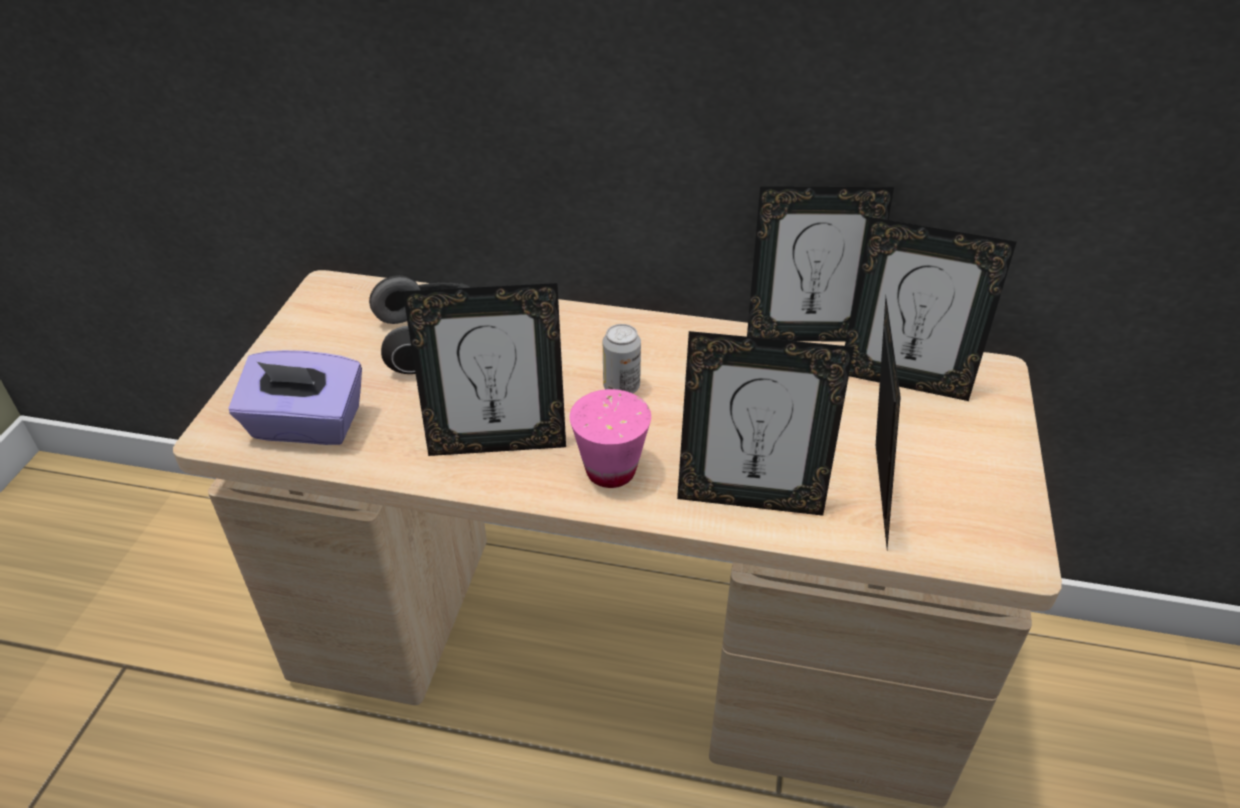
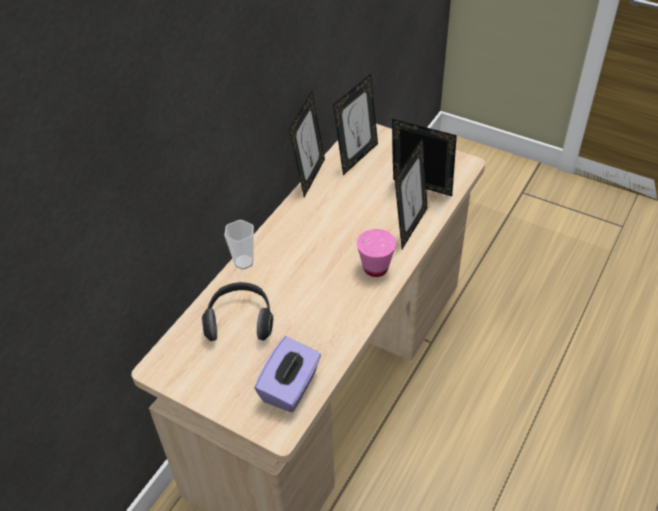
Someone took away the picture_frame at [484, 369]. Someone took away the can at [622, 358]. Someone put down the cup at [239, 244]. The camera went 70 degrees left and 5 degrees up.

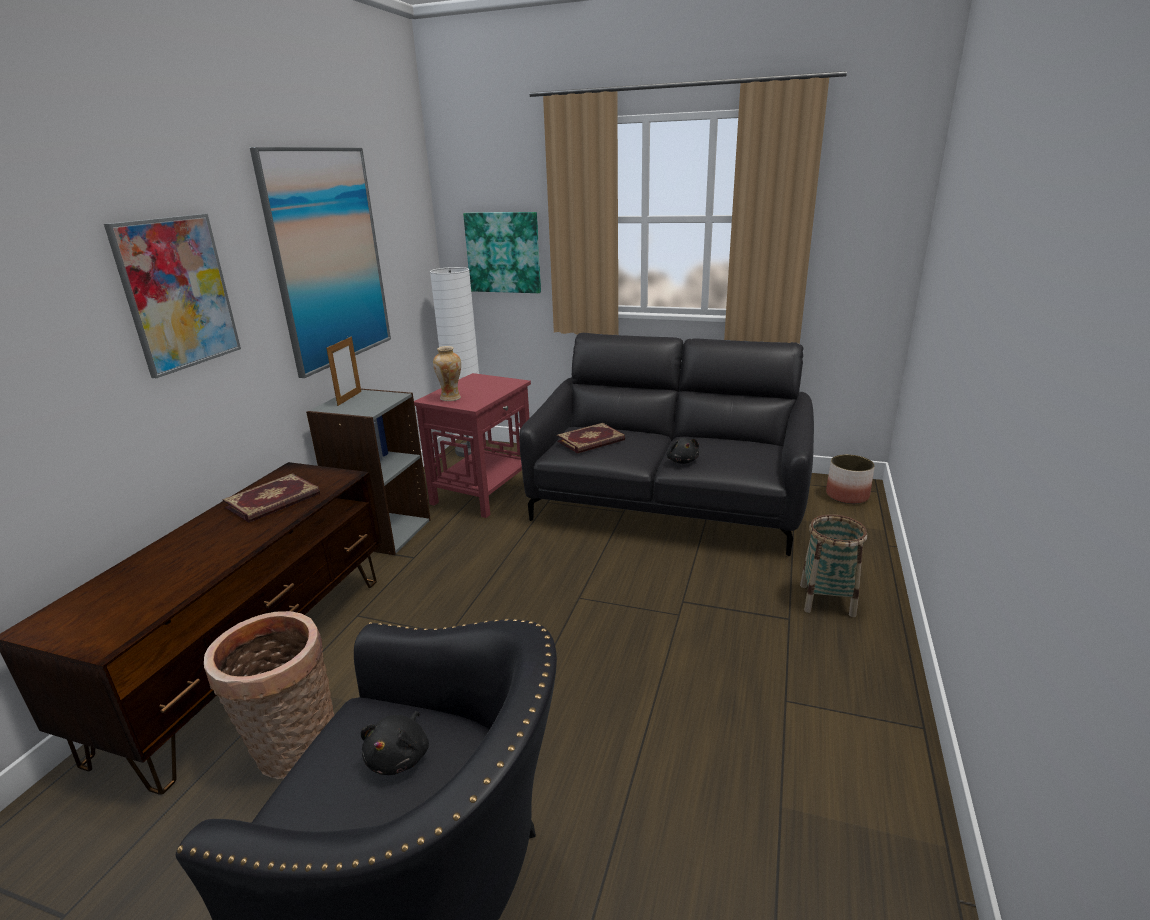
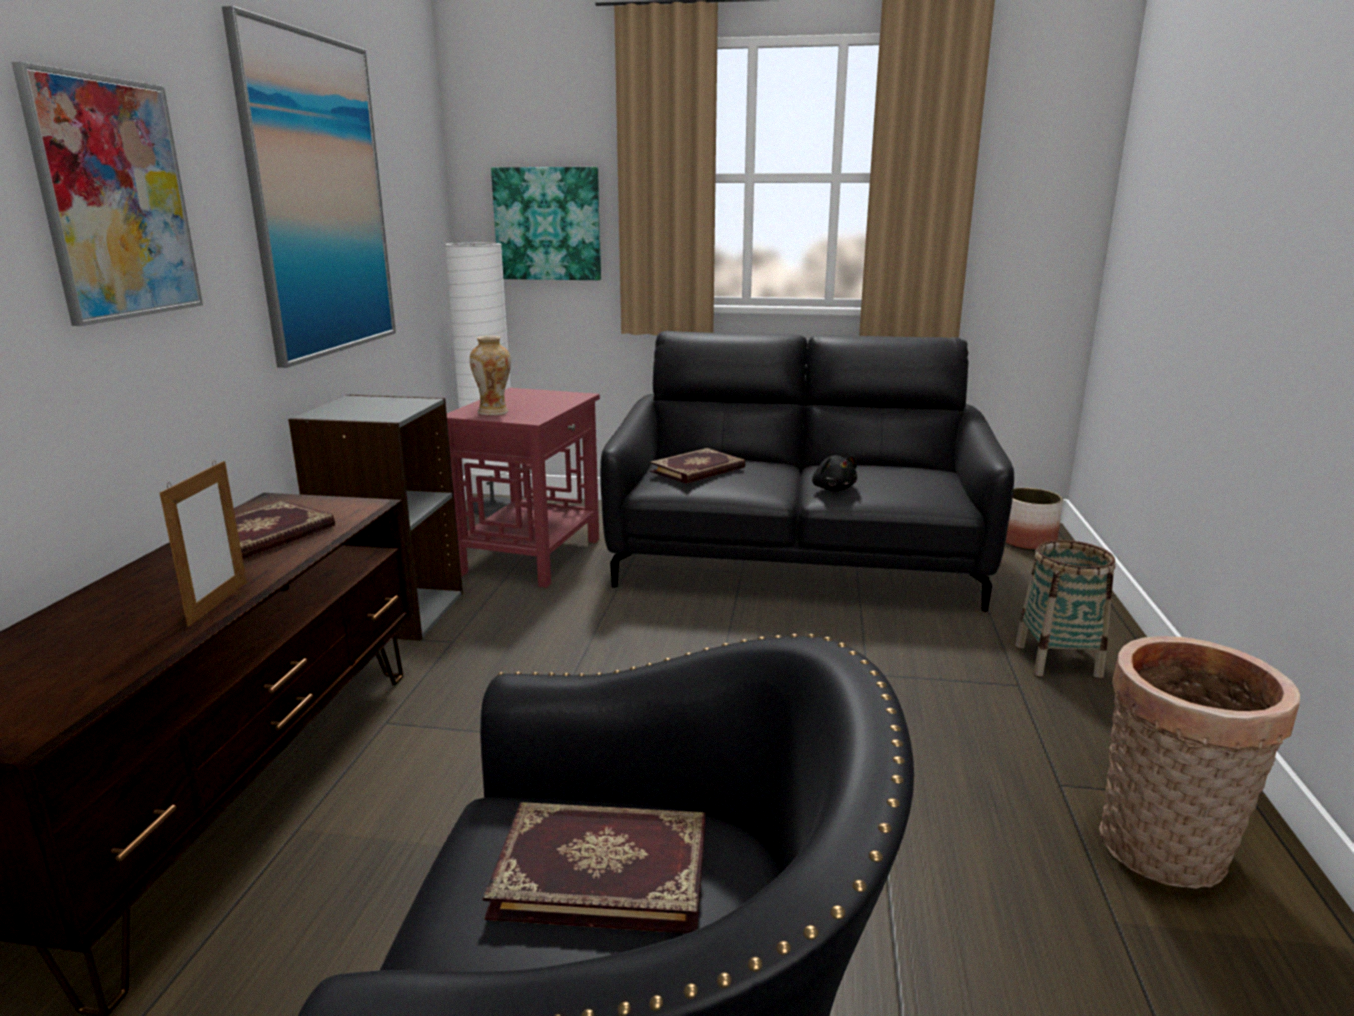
Someone carried the basket from [269, 695] to [1199, 762]. Someone carried the picture_frame from [343, 371] to [203, 544]. Someone swapped the black_plush_toy at [395, 743] for the book at [594, 867]. The camera went 10 degrees left and 5 degrees down.

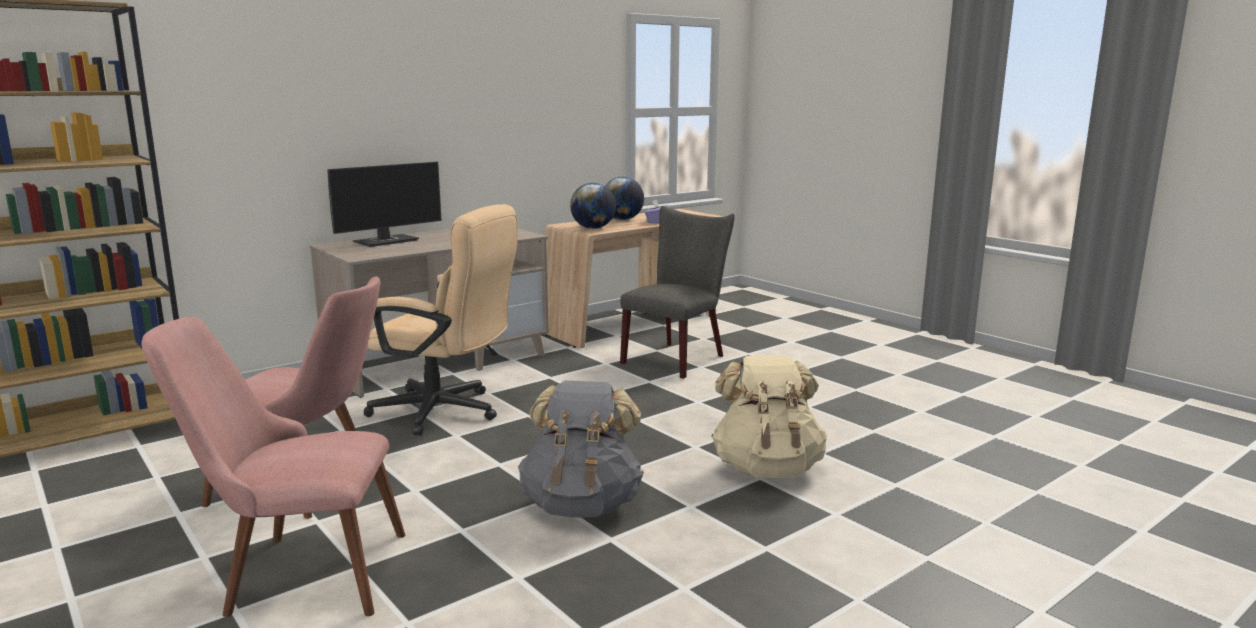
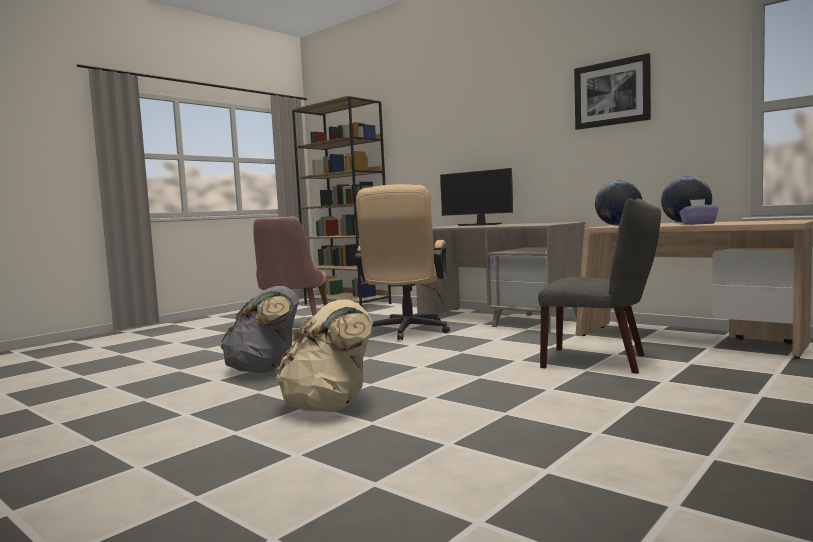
Someone took away the pink_chair at [273, 466]. Someone put up the picture at [612, 91]. The camera went 80 degrees right and 10 degrees down.

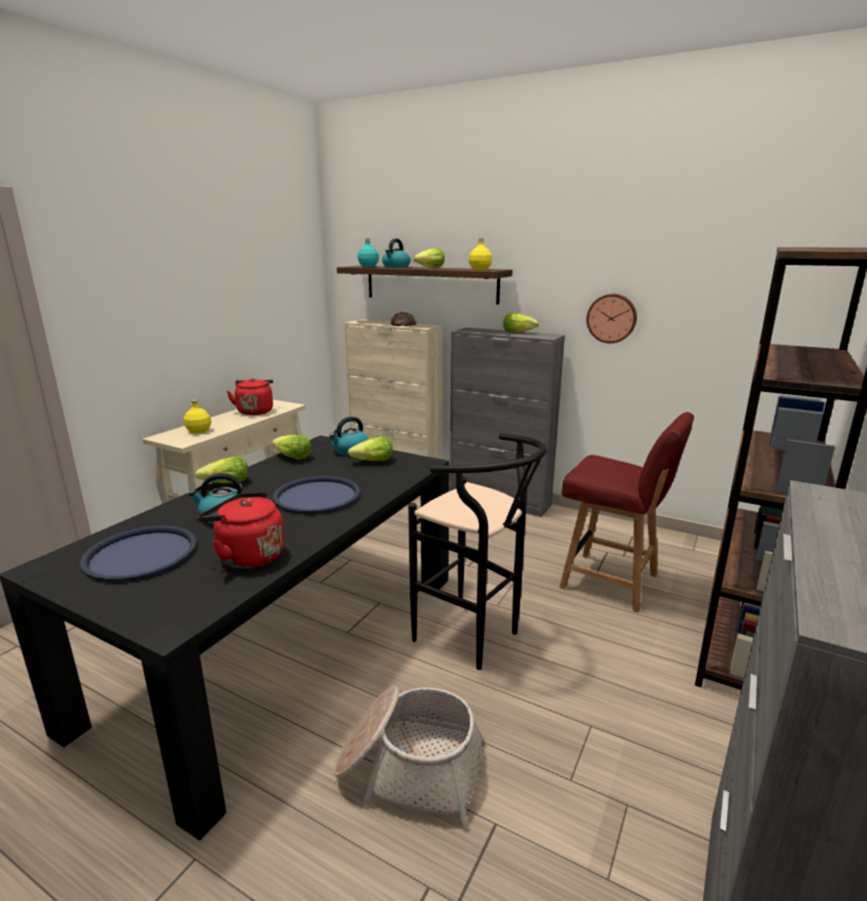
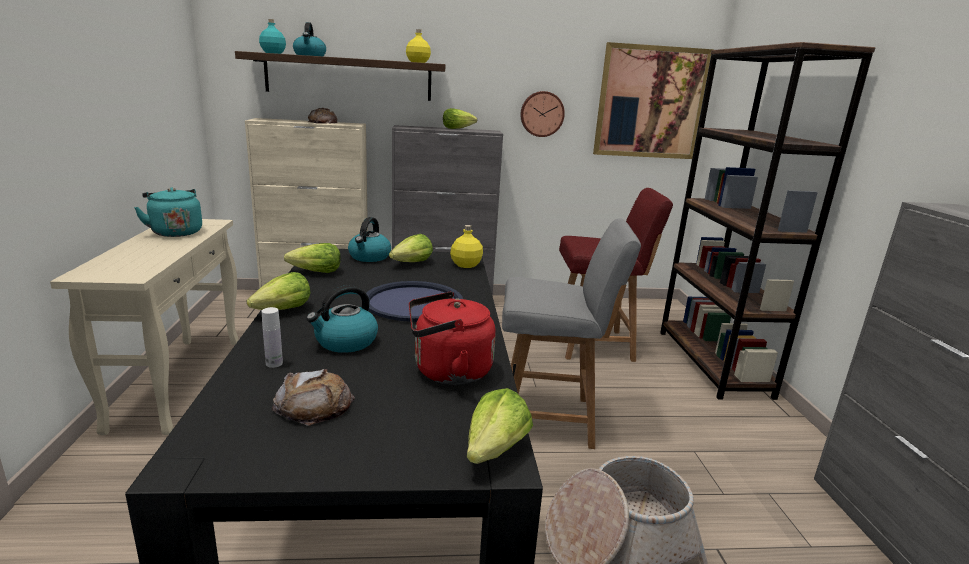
Someone put down the white_bottle at [272, 337]. Someone put up the picture at [653, 100]. Someone carried the yellow_bottle from [197, 417] to [466, 246]. Someone carried the lettuce from [429, 258] to [500, 426]. Someone swapped the blue_tray at [138, 554] for the bread at [313, 397]. Someone swapped the black_stool at [477, 551] for the grey_chair at [571, 333]. Someone repainted the red_kettle at [249, 396], which became the turquoise_kettle at [168, 212]. The camera went 35 degrees left and 0 degrees up.

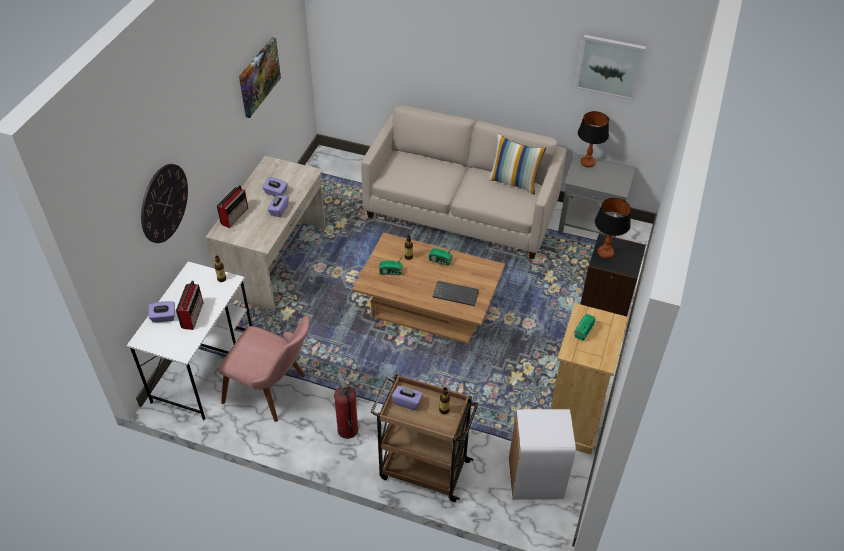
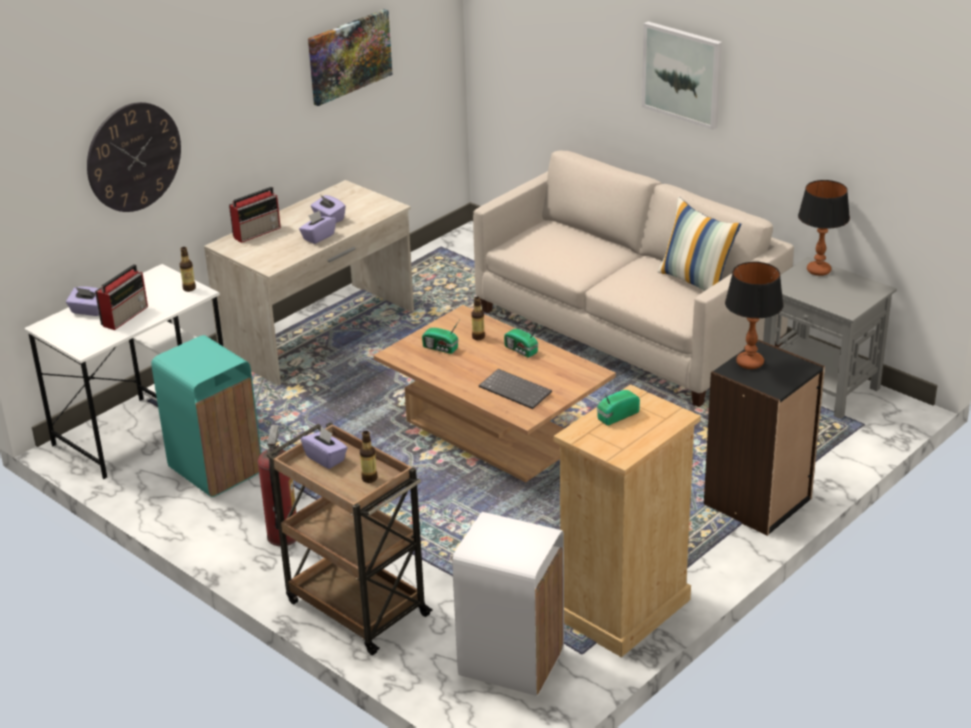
Someone carried the picture from [610, 68] to [682, 75]. Someone swapped the pink_chair at [264, 369] for the turquoise_trash_can at [206, 416]. The camera went 25 degrees right and 15 degrees down.

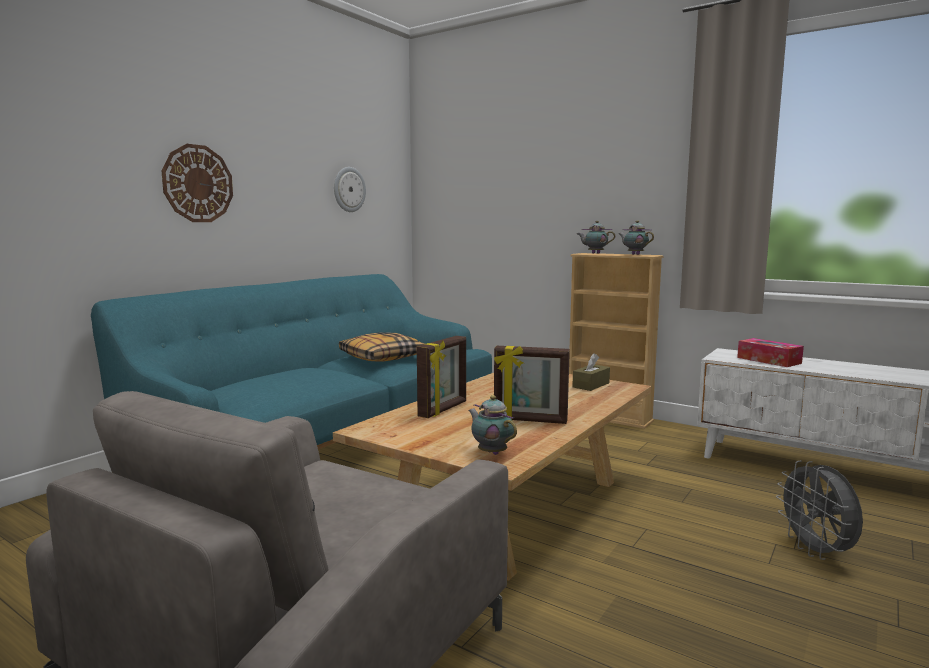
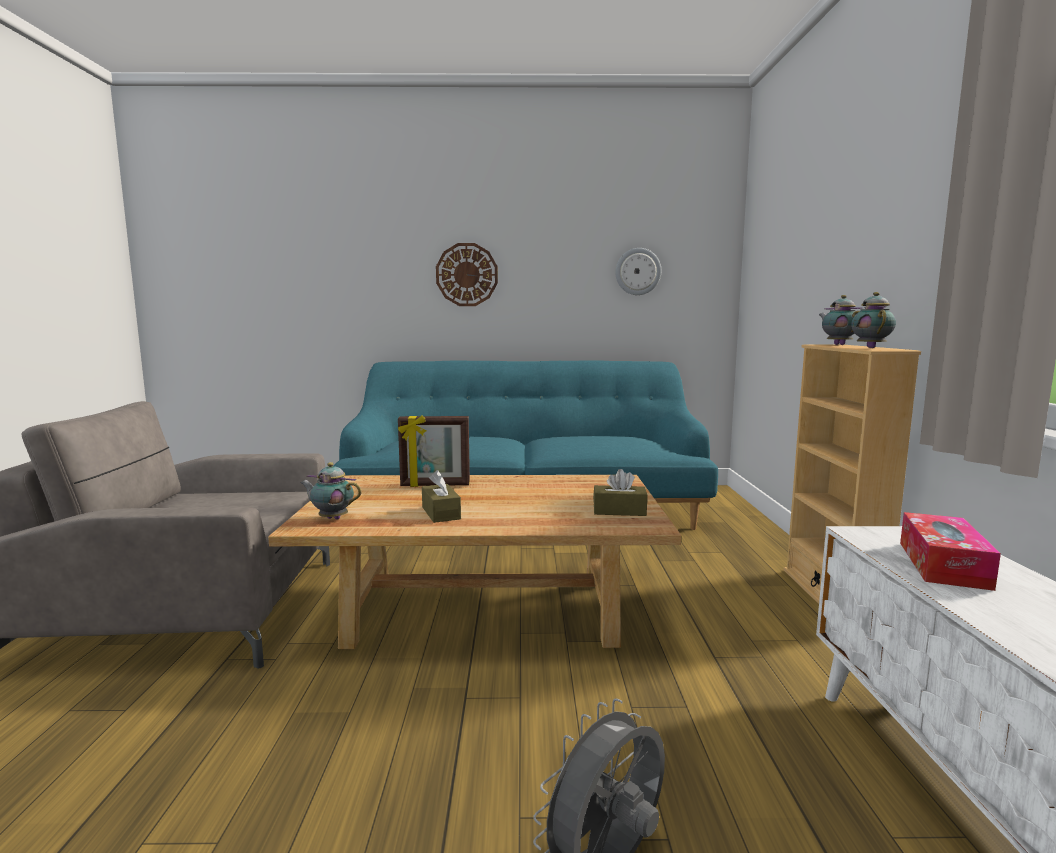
Someone took away the pillow at [381, 346]. Someone swapped the picture_frame at [532, 385] for the brown_tissue_box at [441, 496]. Someone rotated the teapot at [492, 425] by 90 degrees counterclockwise. The camera went 55 degrees right and 0 degrees up.

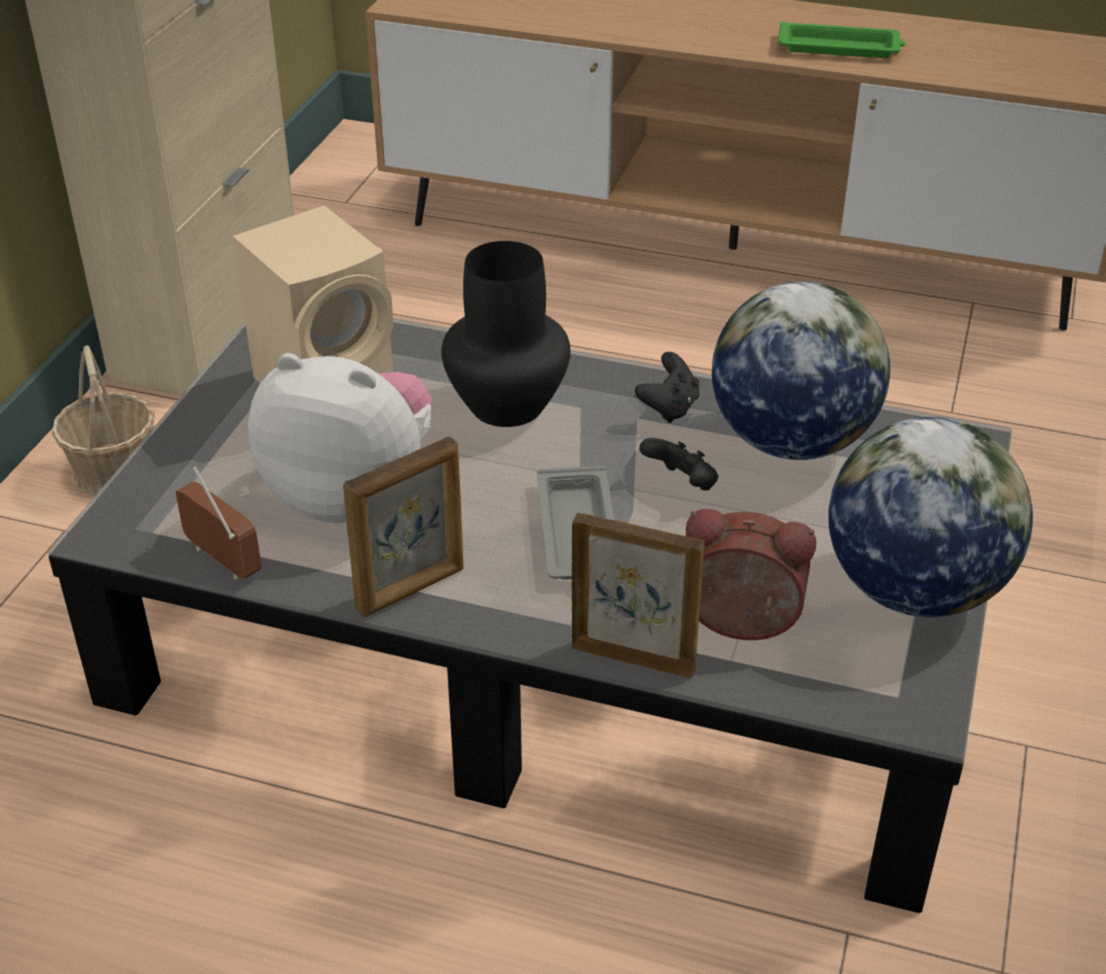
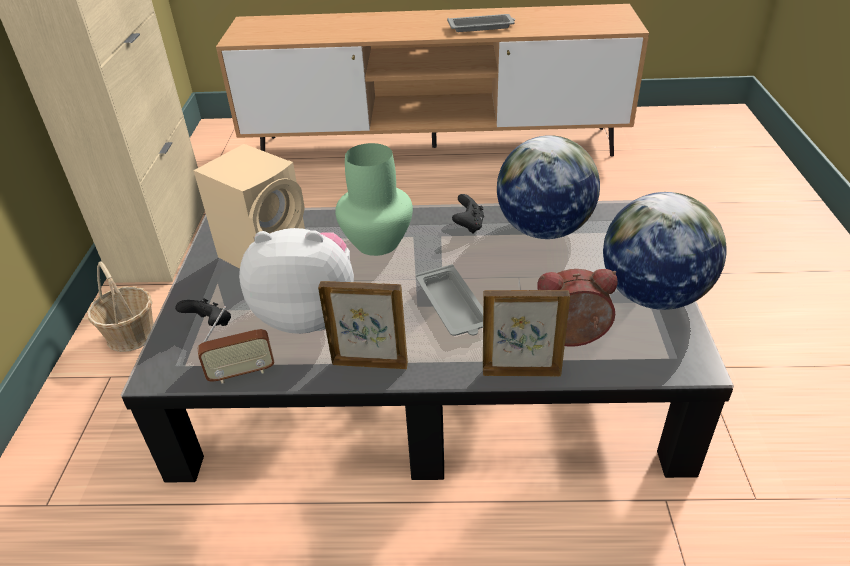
Someone carried the black_game_controller from [678, 464] to [203, 312]. Someone repainted the black_vase at [505, 334], which became the green_vase at [374, 199]. Someone repainted the green_tray at [842, 39], which became the grey_tray at [481, 23]. Someone rotated the radio at [219, 522] by 135 degrees clockwise. Someone rotated the picture_frame at [403, 527] by 120 degrees counterclockwise. The camera went 15 degrees left and 0 degrees up.

